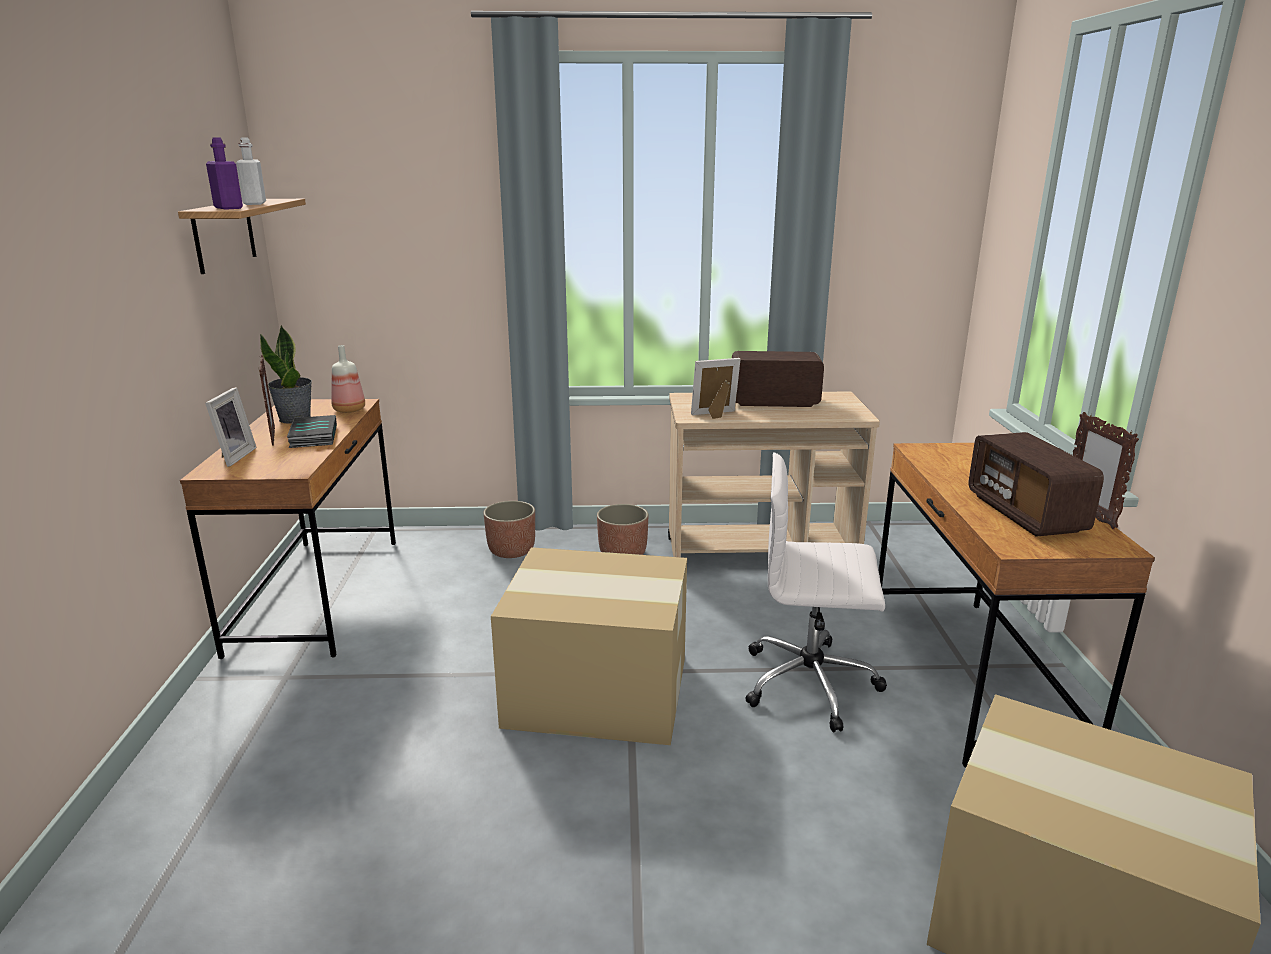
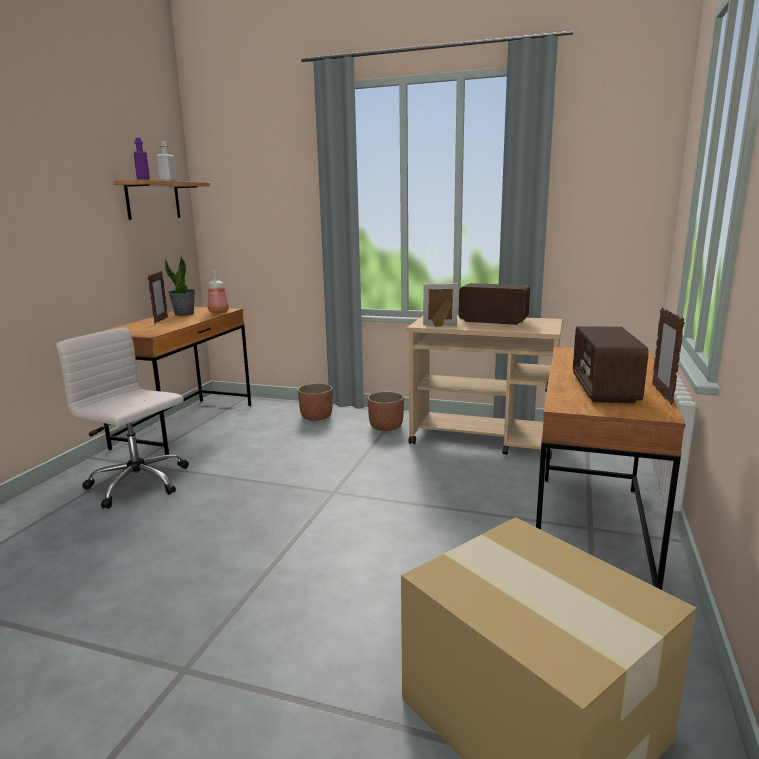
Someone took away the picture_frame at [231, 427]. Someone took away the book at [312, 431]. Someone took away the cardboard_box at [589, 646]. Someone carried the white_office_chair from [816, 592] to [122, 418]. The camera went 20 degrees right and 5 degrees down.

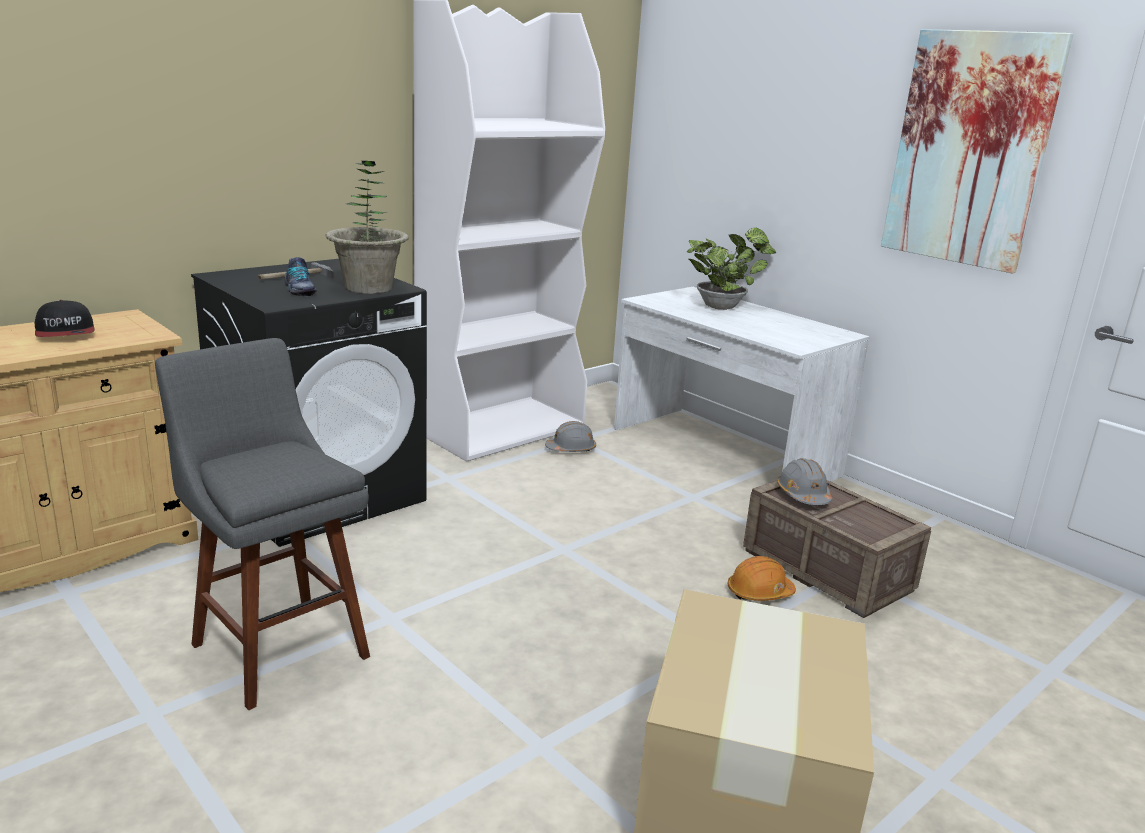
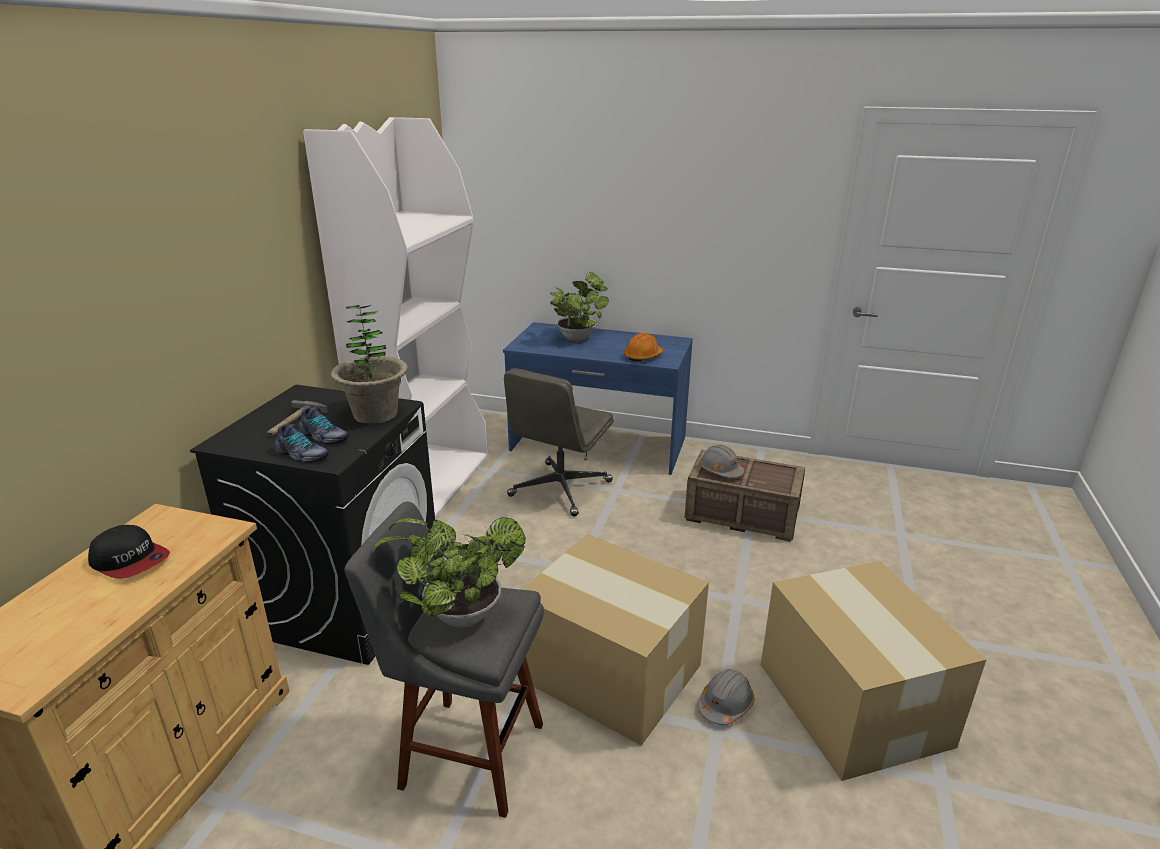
Someone took away the picture at [977, 151]. Someone put down the shoe at [302, 443]. Someone put down the potted_plant at [449, 572]. Someone put down the grey_office_chair at [559, 442]. Someone put down the cardboard_box at [615, 640]. Someone carried the grey_hard_hat from [570, 436] to [726, 697]. Someone carried the orange_hard_hat from [761, 578] to [643, 347]. Someone repainted the white_desk at [742, 384], which became the blue_desk at [598, 398]. The camera went 30 degrees left and 5 degrees up.

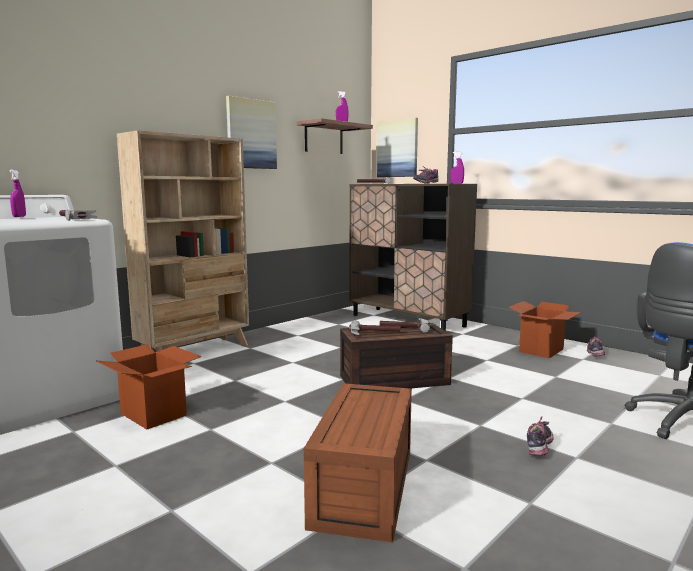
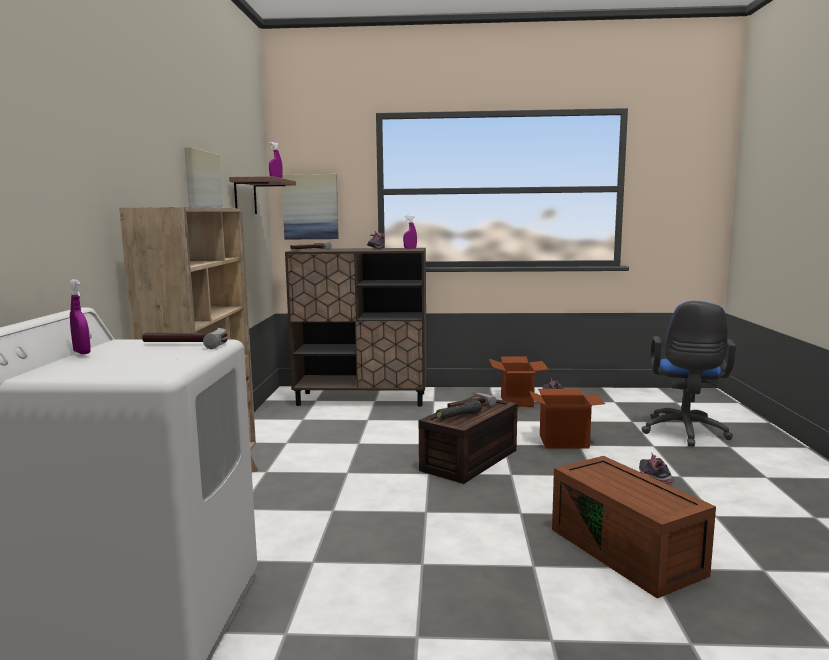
Someone carried the cardboard_box from [149, 387] to [567, 419]. Someone swapped the hammer at [375, 327] for the black_flashlight at [459, 410]. The camera went 40 degrees left and 0 degrees up.

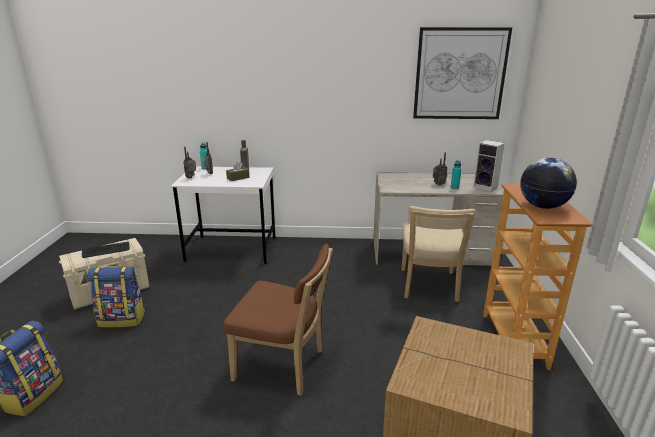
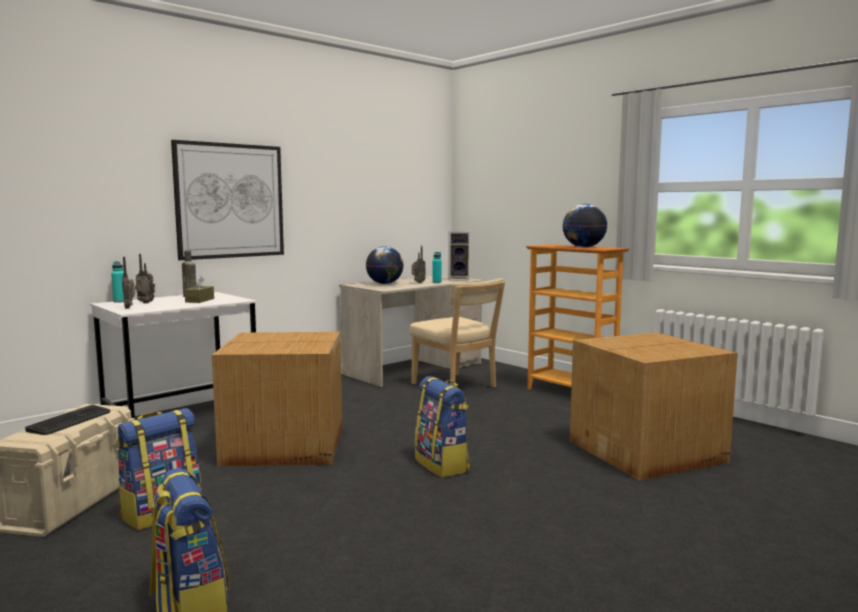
Someone put down the cardboard_box at [277, 399]. Someone put down the globe at [385, 265]. Someone carried the picture from [462, 73] to [227, 200]. Someone swapped the brown_chair at [278, 319] for the backpack at [443, 426]. The camera went 45 degrees left and 15 degrees down.

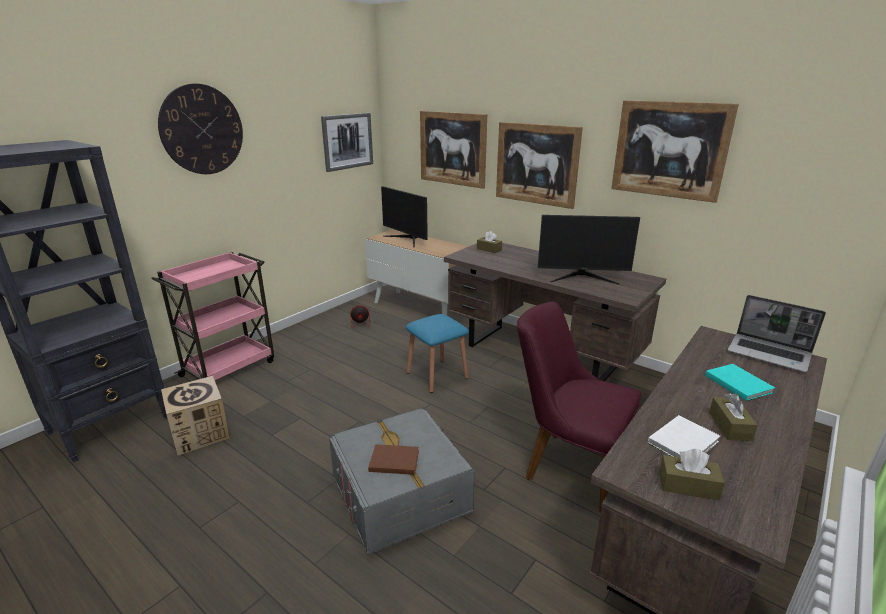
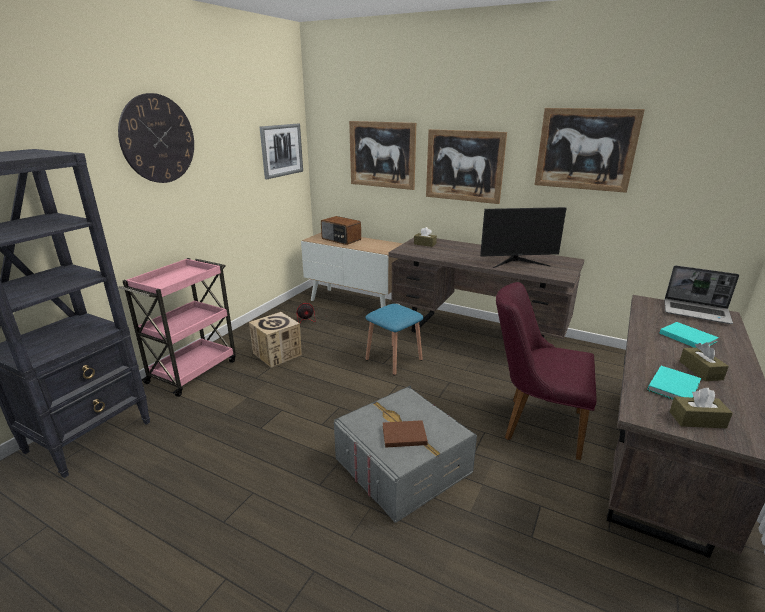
Someone carried the cardboard_box from [195, 415] to [275, 340]. Someone swapped the monitor at [404, 217] for the radio at [341, 230]. Someone repainted the white_book at [684, 436], which became the turquoise_book at [674, 382]. The camera went 10 degrees left and 0 degrees up.

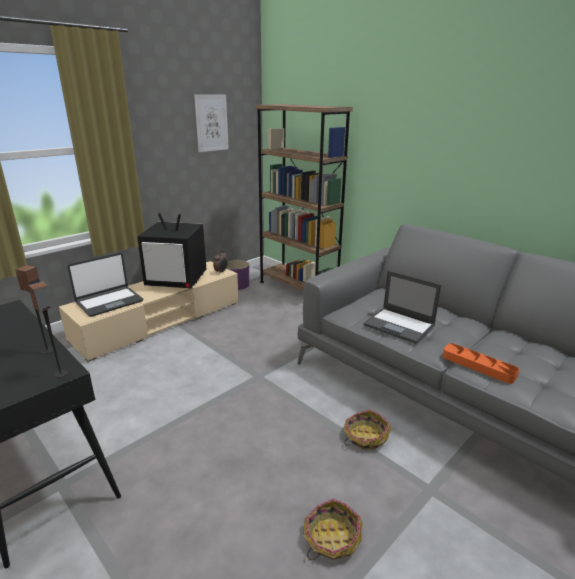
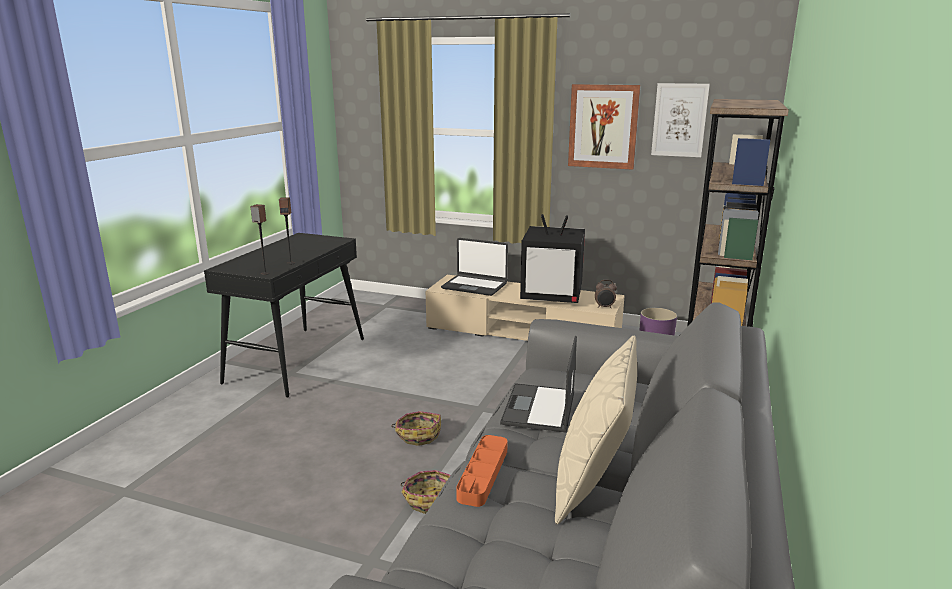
Someone put down the beige_pillow at [596, 430]. Someone put up the picture at [604, 127]. Someone carried the basket from [332, 529] to [416, 428]. Someone rotated the television at [171, 250] by 60 degrees counterclockwise. The camera went 65 degrees right and 5 degrees down.

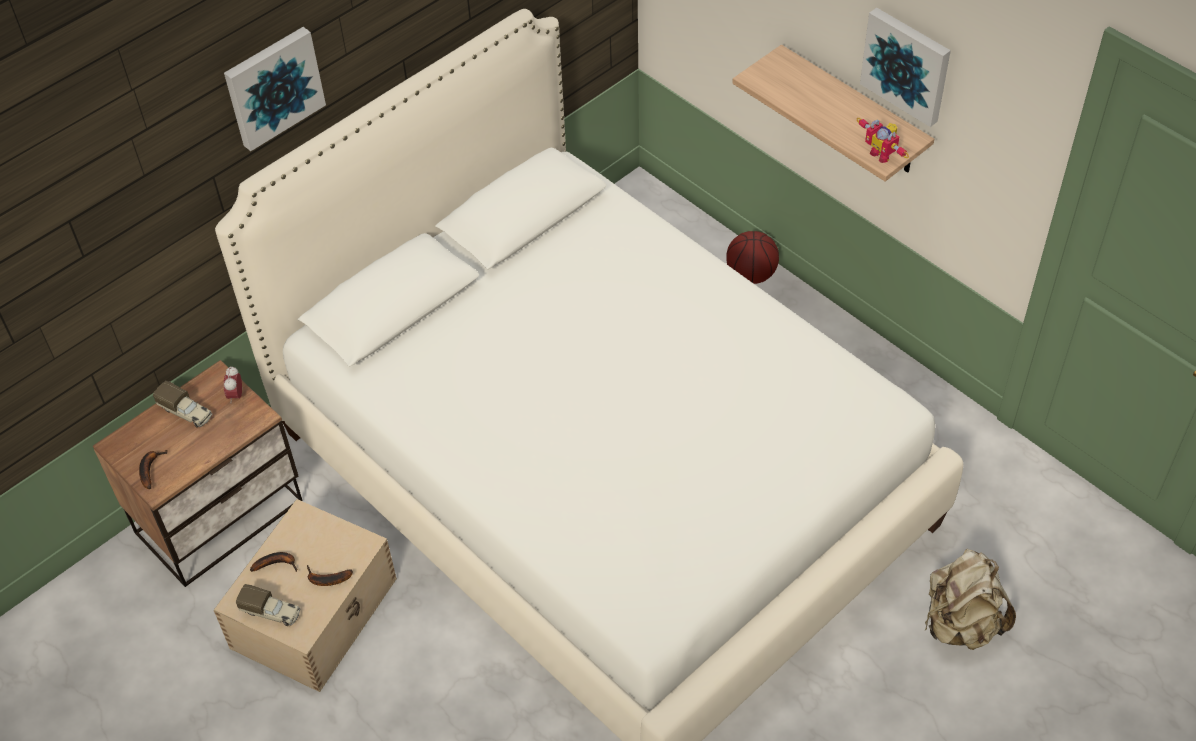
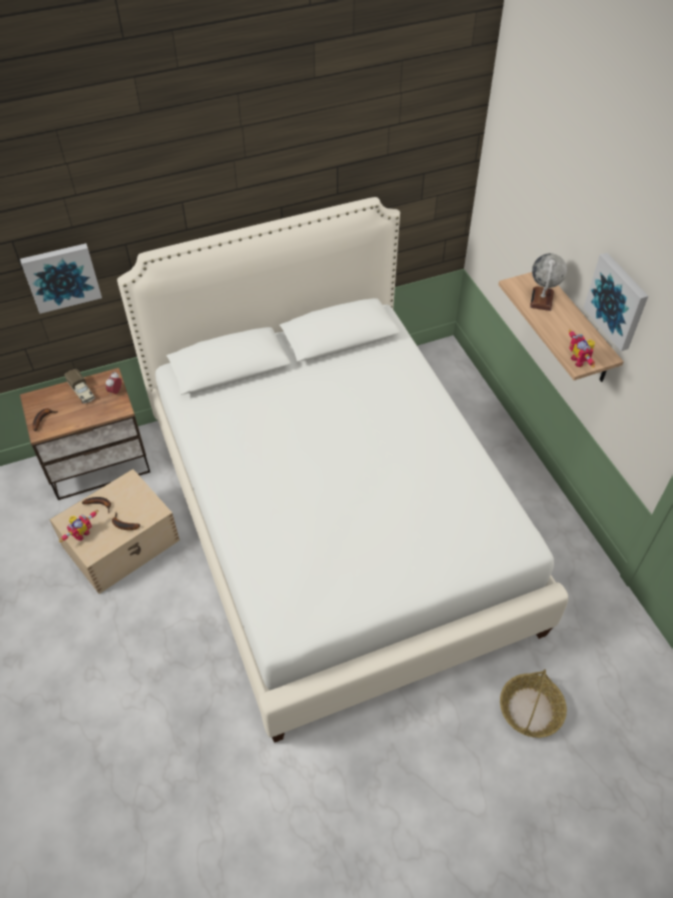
Someone took away the basketball at [752, 257]. Someone put down the globe at [548, 282]. Someone carried the picture from [275, 89] to [61, 278]. Someone swapped the toy_truck at [268, 605] for the toy_robot at [78, 526]. Someone swapped the beige_backpack at [970, 599] for the basket at [533, 703]. The camera went 20 degrees right and 0 degrees up.

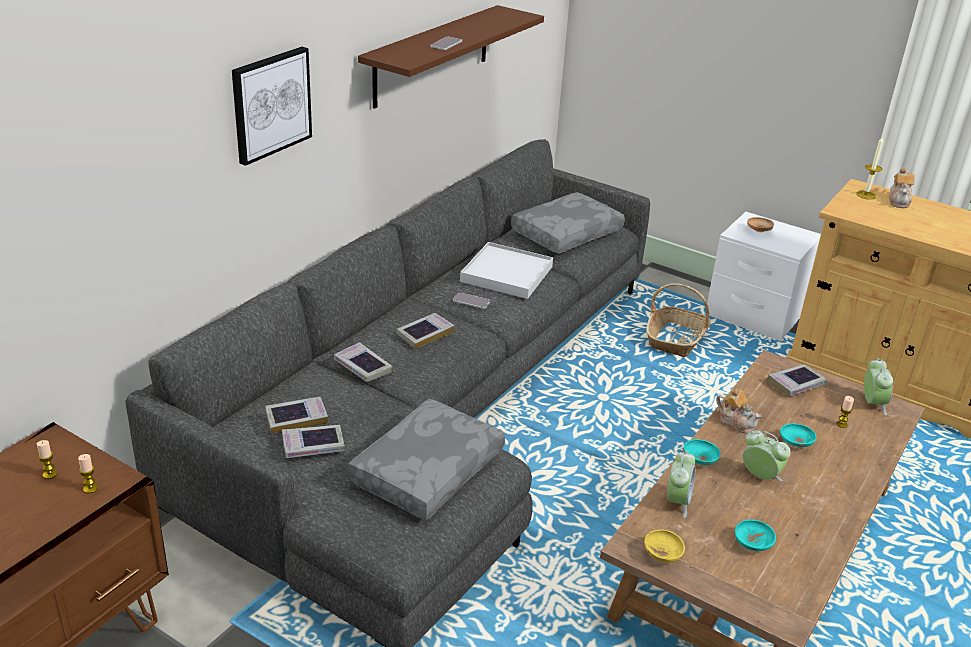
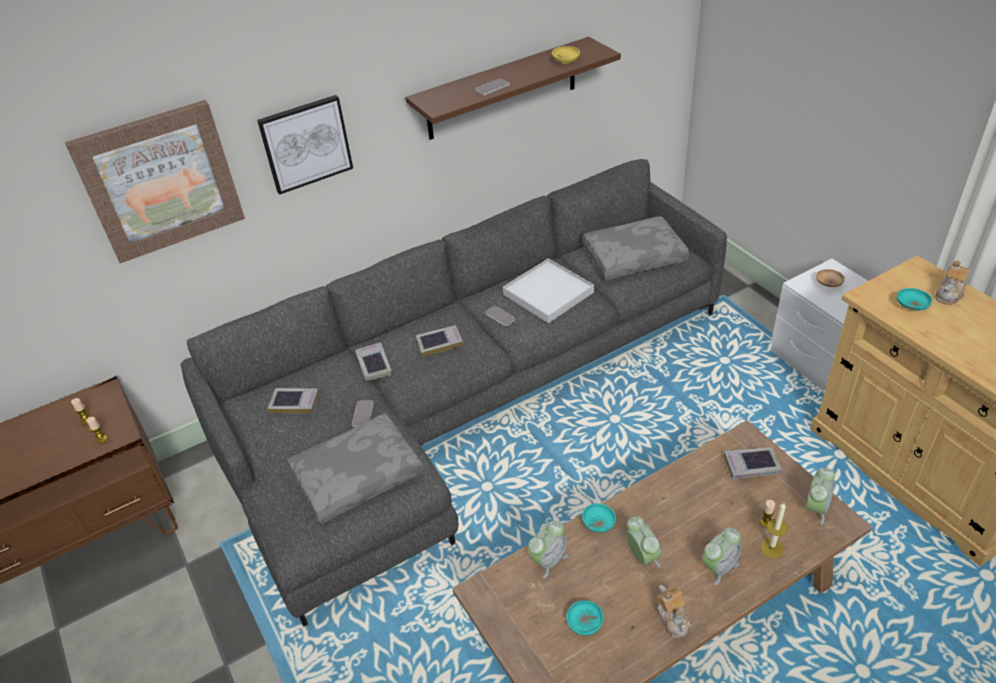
Someone took away the book at [313, 441]. Someone took away the basket at [678, 320]. Someone put up the picture at [155, 181]. Someone put down the phone at [363, 414]. Someone put down the alarm_clock at [721, 556]. Someone carried the yellow_bowl from [664, 546] to [566, 55]. Someone carried the teapot from [738, 411] to [673, 611]. Someone carried the turquoise_bowl from [798, 435] to [914, 299]. Someone carried the candle from [869, 168] to [774, 530]. The camera went 30 degrees right and 10 degrees up.

